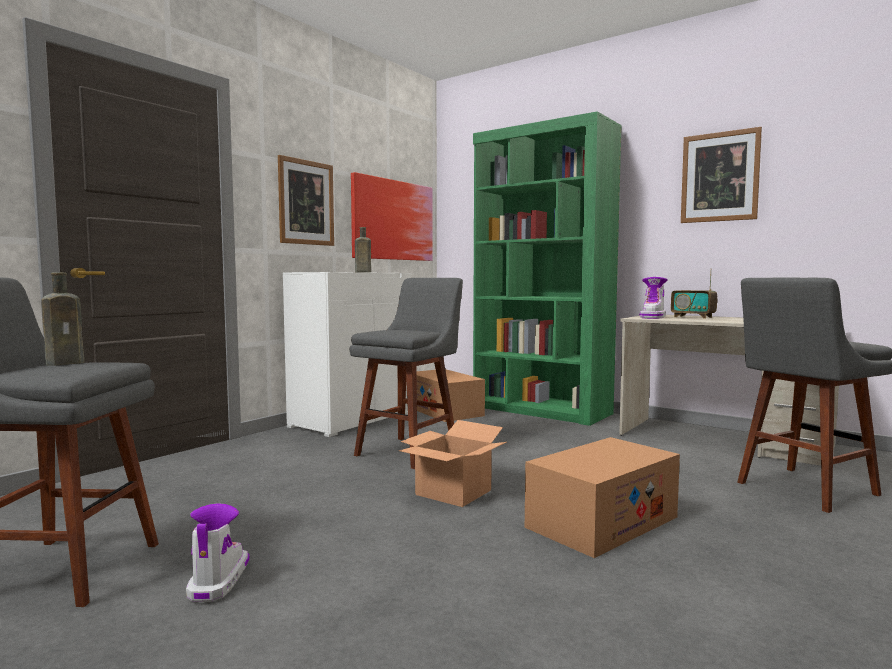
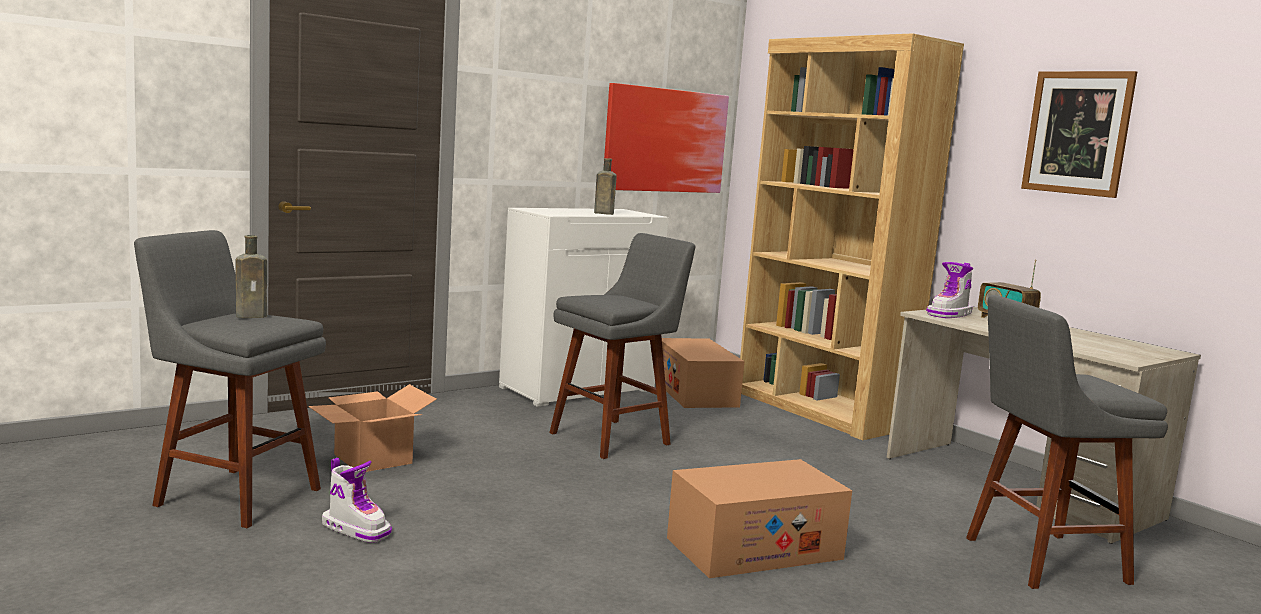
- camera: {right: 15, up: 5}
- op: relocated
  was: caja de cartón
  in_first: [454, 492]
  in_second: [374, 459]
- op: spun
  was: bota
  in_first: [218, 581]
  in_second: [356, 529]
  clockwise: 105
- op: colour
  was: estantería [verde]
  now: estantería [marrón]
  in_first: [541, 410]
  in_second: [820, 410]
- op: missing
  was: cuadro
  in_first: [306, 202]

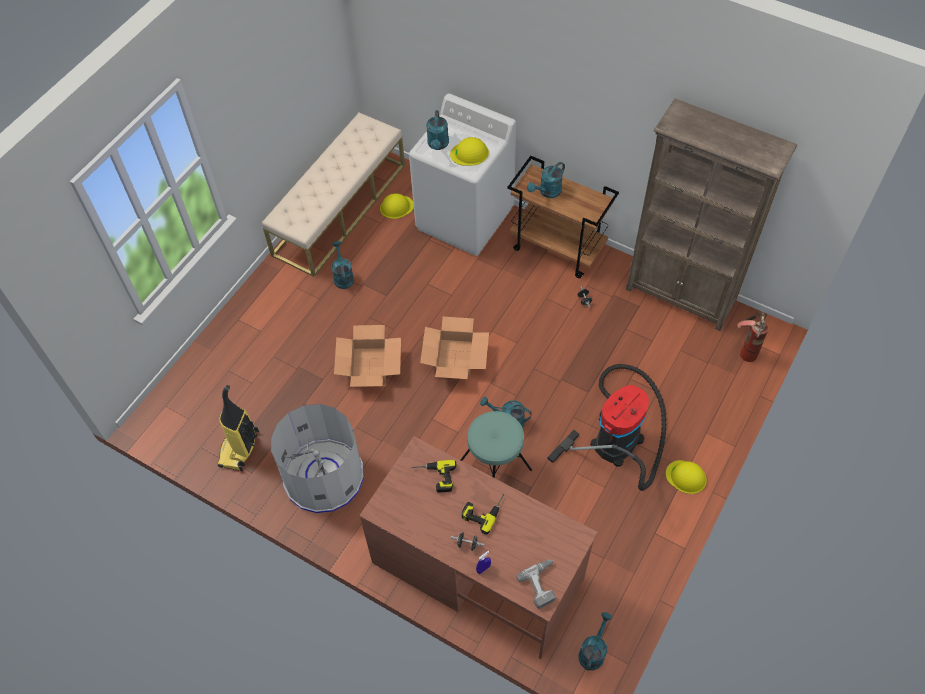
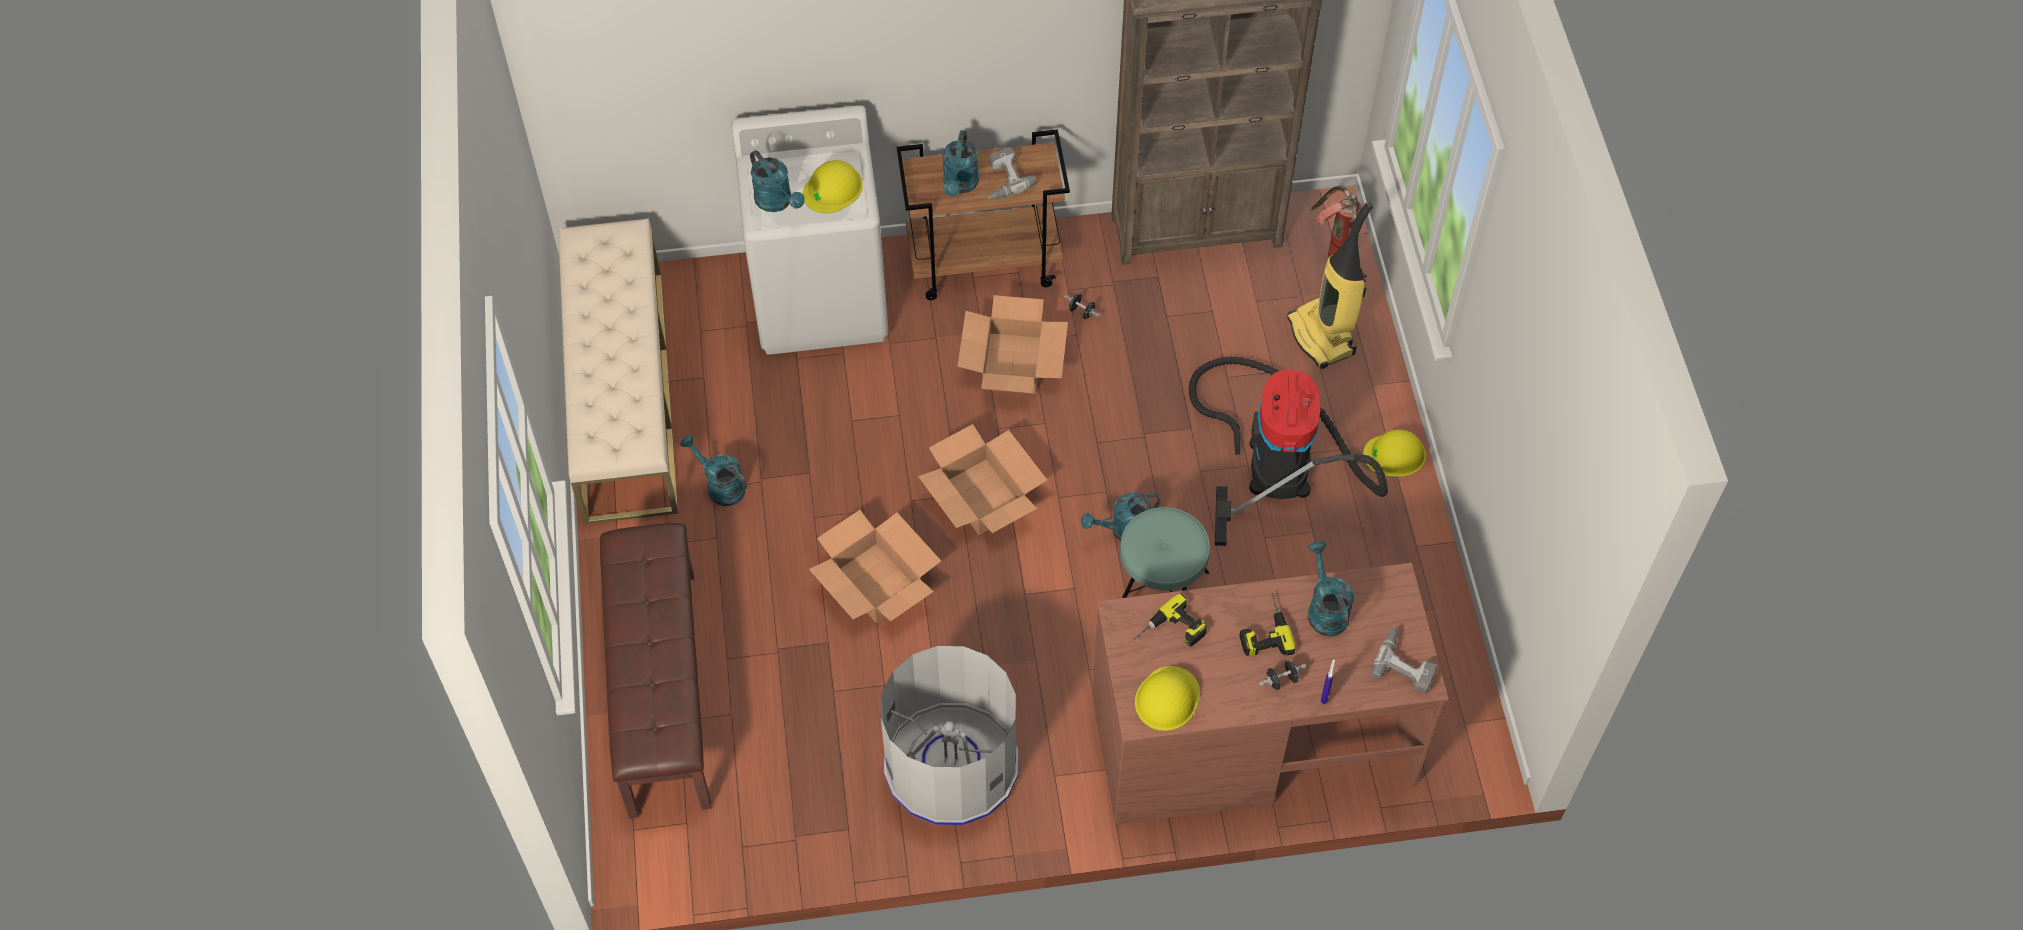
- camera: {right: -40, up: 0}
- op: appeared
  now: banco [marrón]
  in_second: [661, 691]
- op: appeared
  now: caja de cartón
  in_second: [1012, 363]
- op: appeared
  now: taladro
  in_second: [1003, 179]
- op: relocated
  was: casco [amarillo]
  in_first: [396, 207]
  in_second: [1167, 699]
- op: relocated
  was: aspiradora
  in_first: [240, 449]
  in_second: [1322, 336]
- op: relocated
  was: regadera [turquesa]
  in_first: [593, 651]
  in_second: [1324, 609]

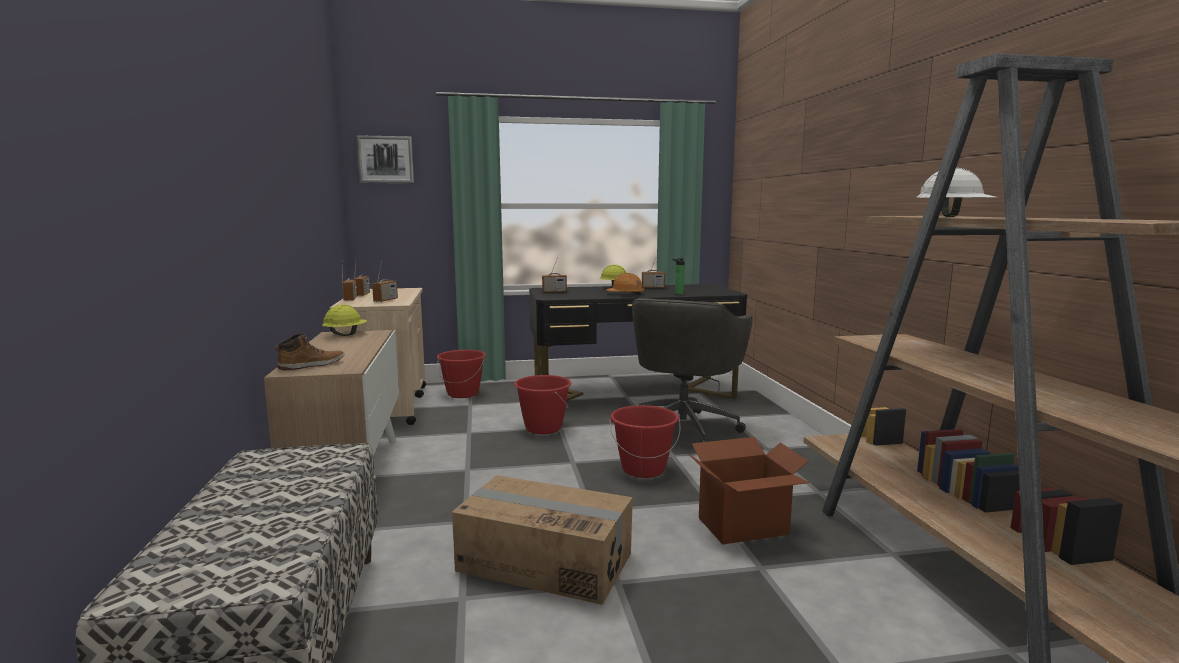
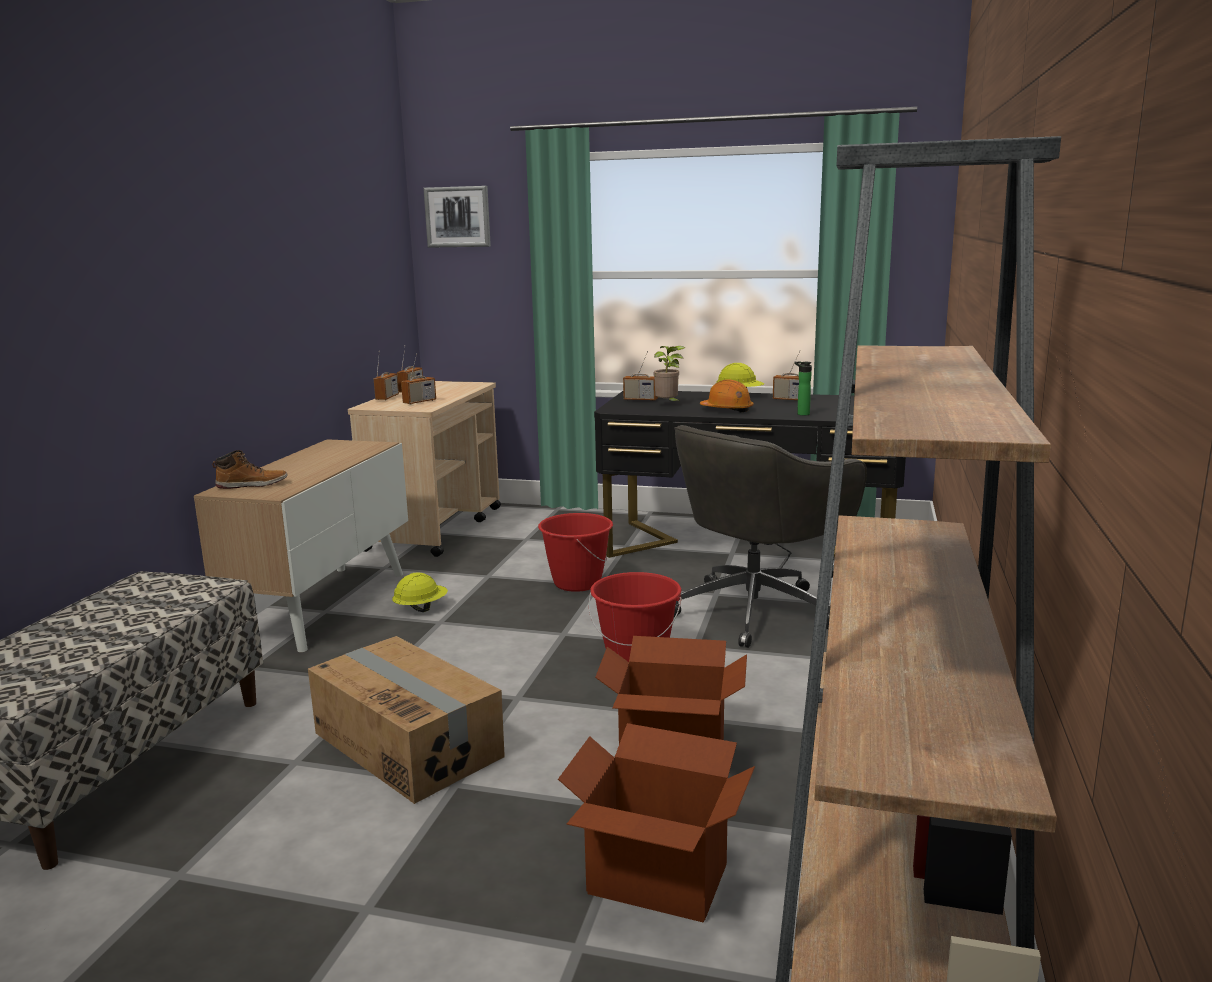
- camera: {right: 25, up: 5}
- op: relocated
  was: casco [amarillo]
  in_first: [345, 335]
  in_second: [421, 608]
- op: appeared
  now: caja de cartón
  in_second: [657, 881]
- op: appeared
  now: planta en maceta
  in_second: [668, 405]
- op: missing
  was: cubo [rojo]
  in_first: [463, 394]
- op: missing
  was: casco [blanco]
  in_first: [954, 216]

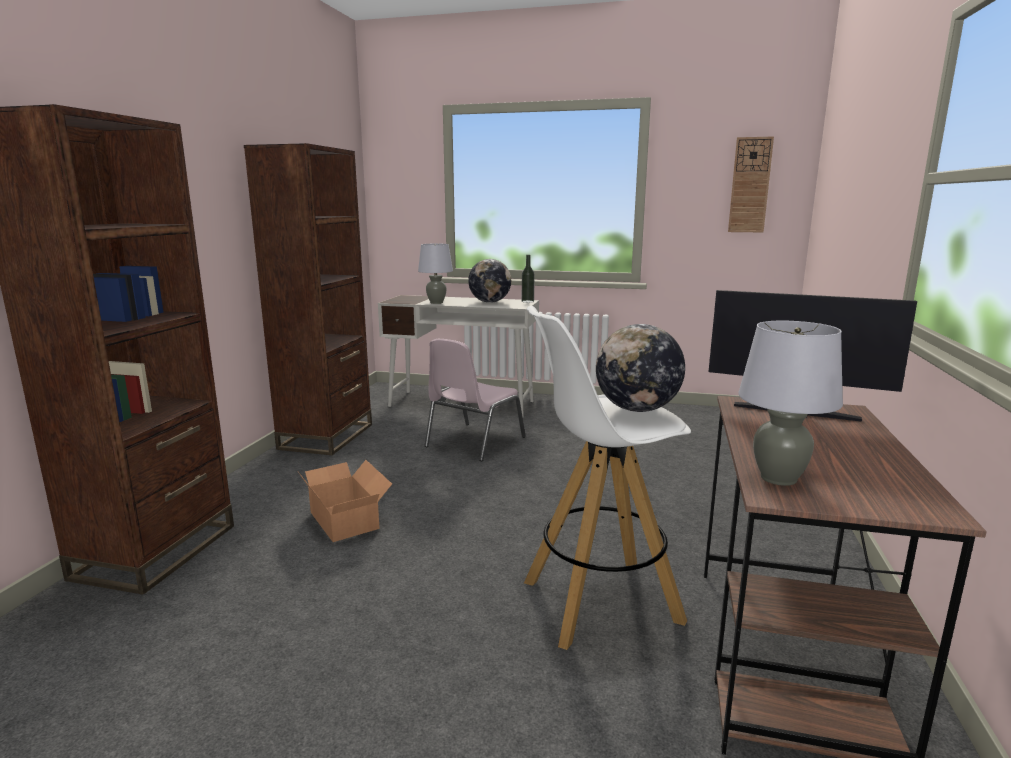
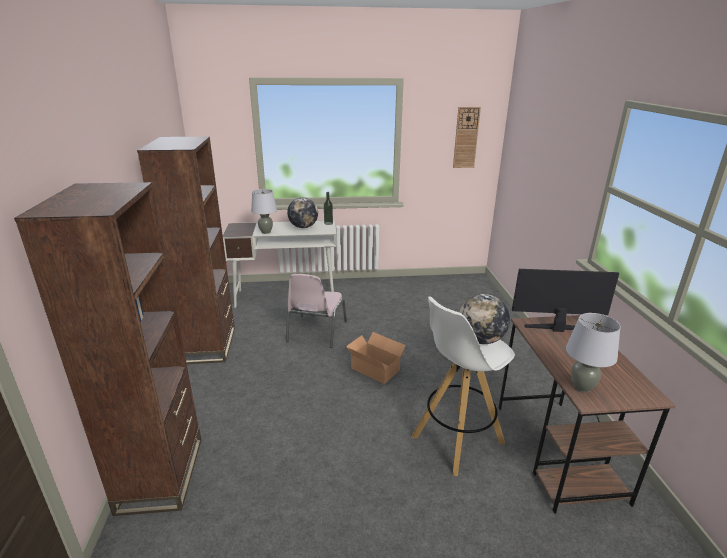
- camera: {right: -20, up: 10}
- op: relocated
  was: caja de cartón
  in_first: [346, 518]
  in_second: [375, 368]

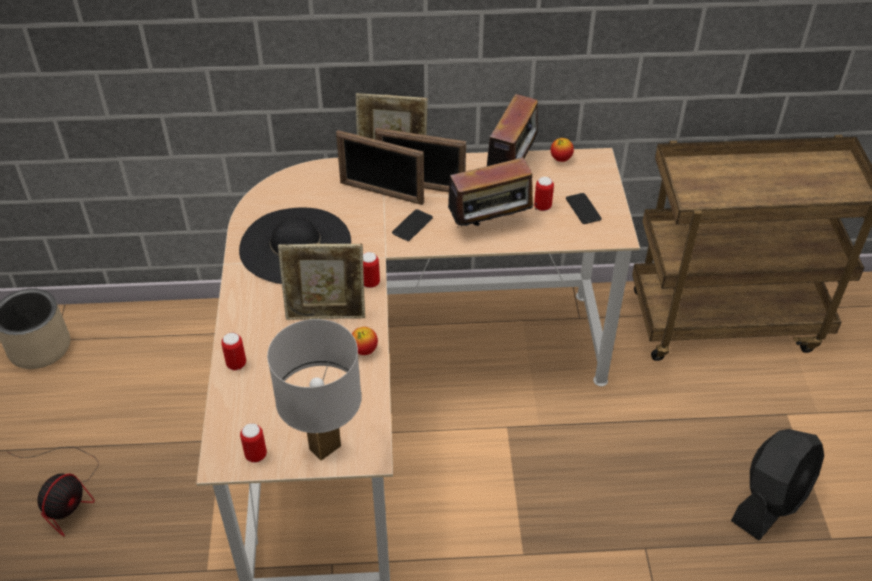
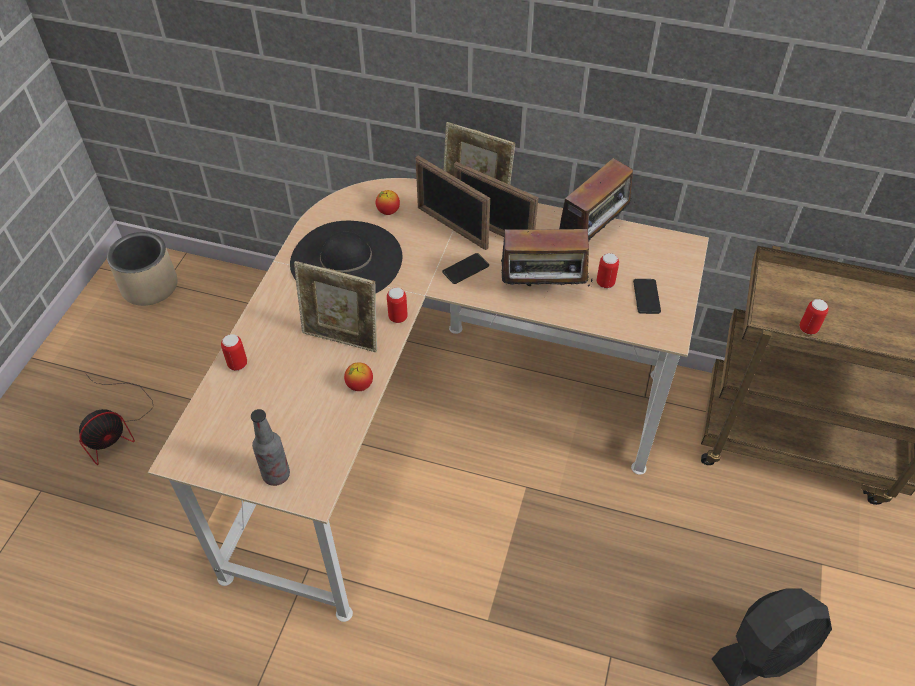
- camera: {right: 20, up: 5}
- op: exchanged
  was: lámpara de mesa [blanco]
  now: botella
  in_first: [325, 448]
  in_second: [276, 475]
- op: relocated
  was: manzana
  in_first: [560, 159]
  in_second: [388, 211]
- op: relocated
  was: lata
  in_first: [256, 455]
  in_second: [808, 329]

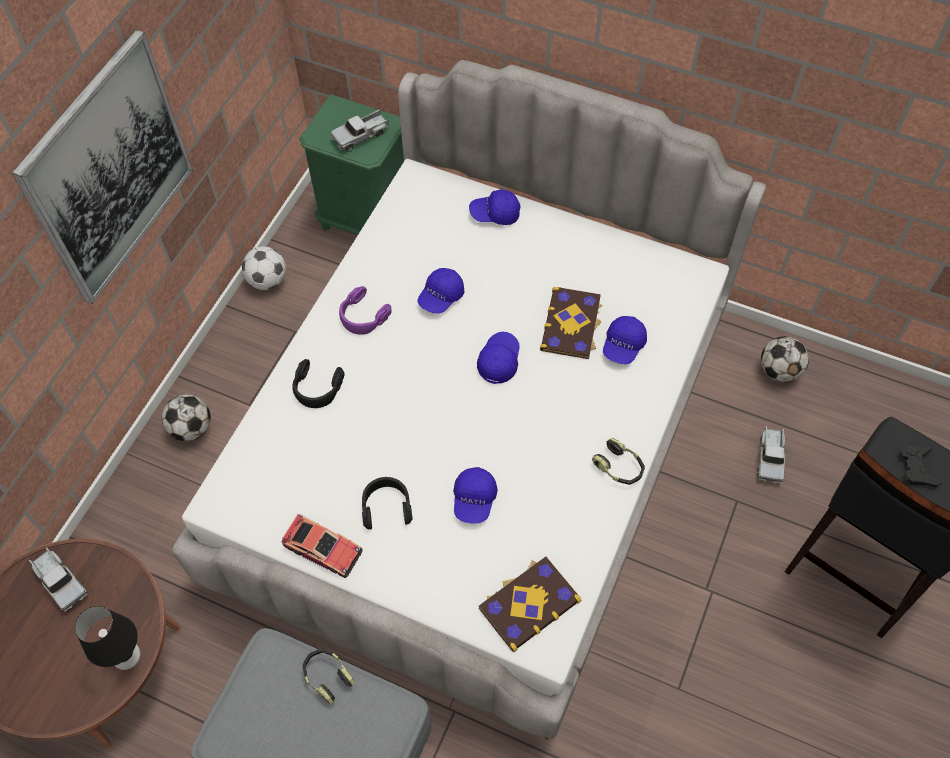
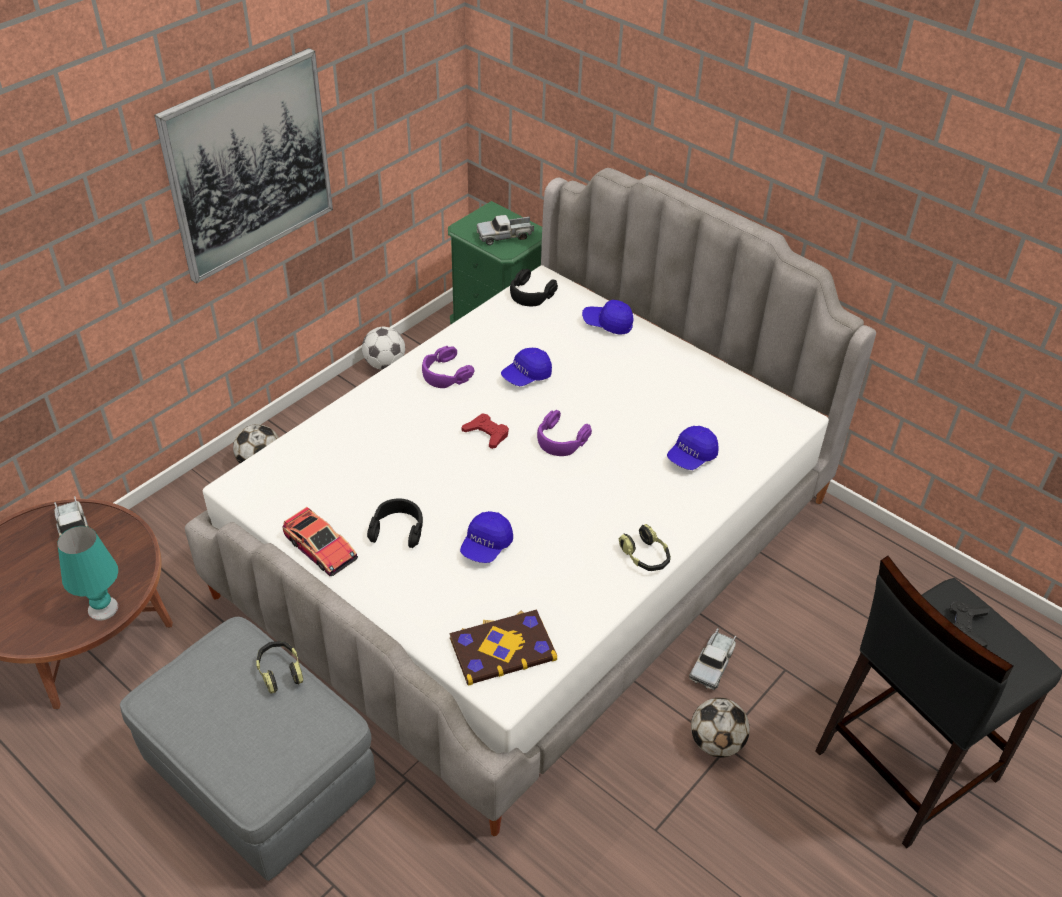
- camera: {right: 15, up: -15}
- op: colour
  was: lámpara de mesa [negro]
  now: lámpara de mesa [turquesa]
  in_first: [126, 655]
  in_second: [103, 608]
- op: appeared
  now: mando de consola [rojo]
  in_second: [486, 434]
- op: relocated
  was: auriculares [negro]
  in_first: [317, 388]
  in_second: [530, 294]
- op: exchanged
  was: gorra [azul]
  now: auriculares [morado]
  in_first: [499, 361]
  in_second: [560, 439]
- op: relocated
  was: camión de juguete
  in_first: [770, 458]
  in_second: [713, 664]
- op: relocated
  was: balón de fútbol
  in_first: [779, 371]
  in_second: [716, 742]
- op: missing
  was: libro
  in_first: [572, 324]

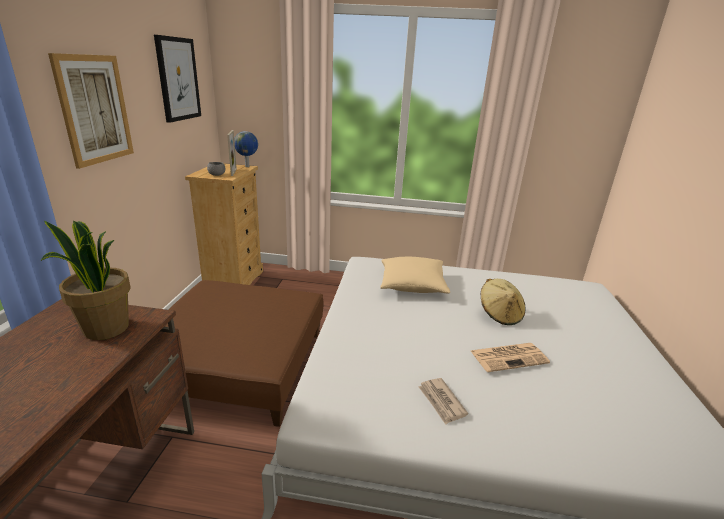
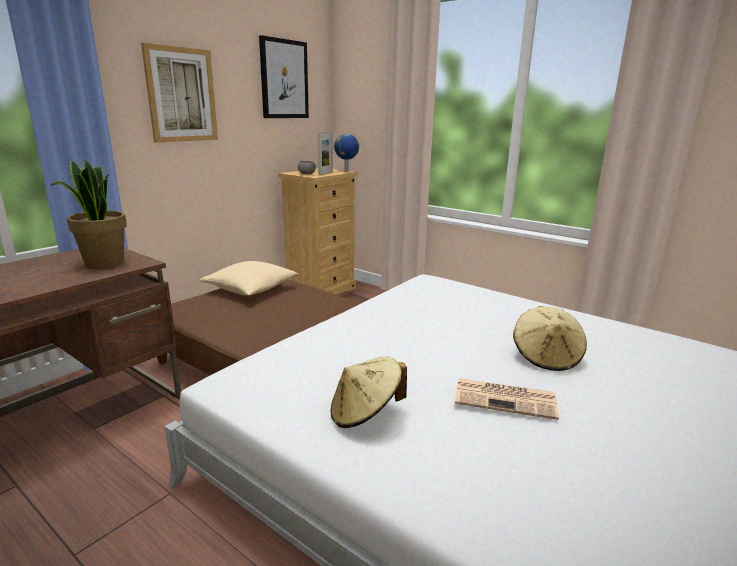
- camera: {right: 30, up: -5}
- op: relocated
  was: cojín [beis]
  in_first: [412, 285]
  in_second: [251, 289]
- op: exchanged
  was: periódico
  now: sombrero [beis]
  in_first: [441, 402]
  in_second: [365, 413]

